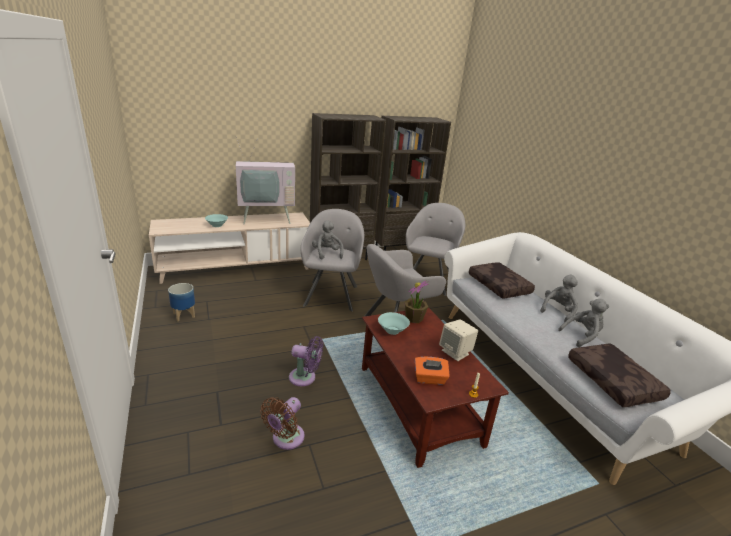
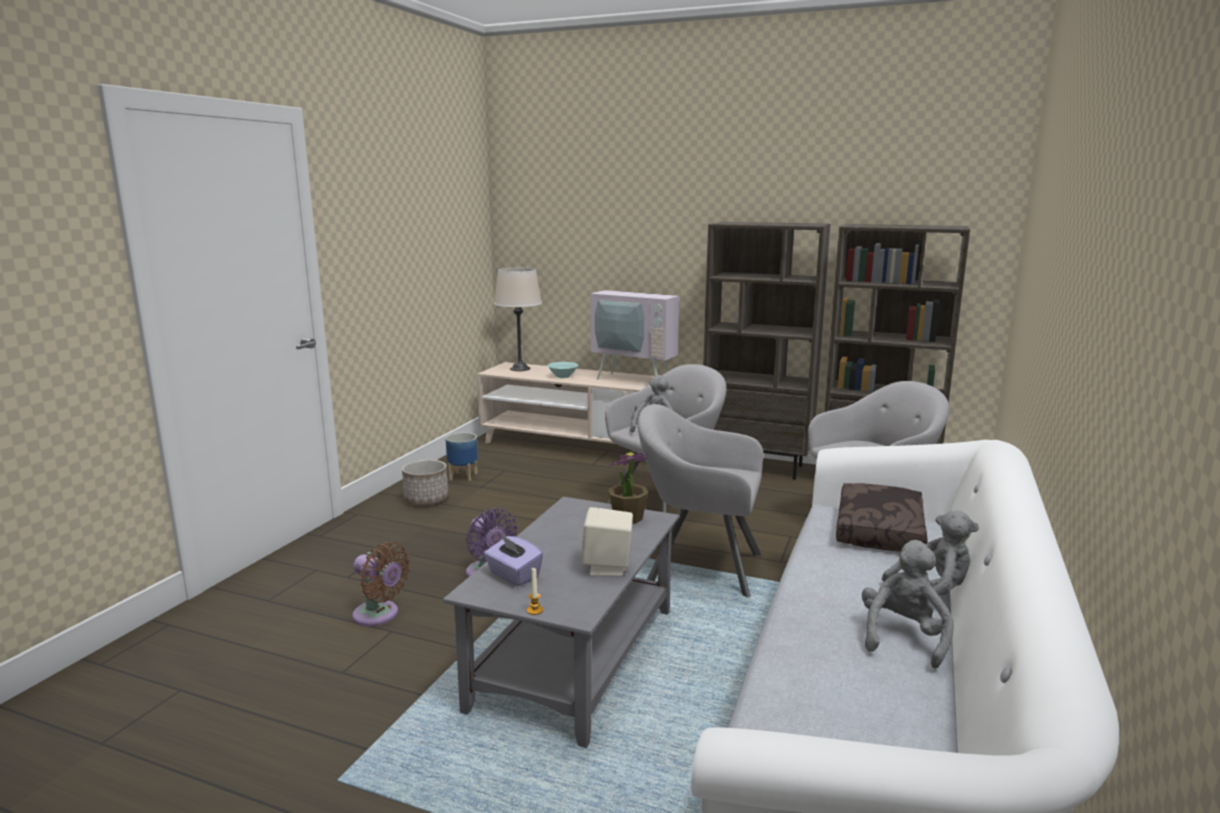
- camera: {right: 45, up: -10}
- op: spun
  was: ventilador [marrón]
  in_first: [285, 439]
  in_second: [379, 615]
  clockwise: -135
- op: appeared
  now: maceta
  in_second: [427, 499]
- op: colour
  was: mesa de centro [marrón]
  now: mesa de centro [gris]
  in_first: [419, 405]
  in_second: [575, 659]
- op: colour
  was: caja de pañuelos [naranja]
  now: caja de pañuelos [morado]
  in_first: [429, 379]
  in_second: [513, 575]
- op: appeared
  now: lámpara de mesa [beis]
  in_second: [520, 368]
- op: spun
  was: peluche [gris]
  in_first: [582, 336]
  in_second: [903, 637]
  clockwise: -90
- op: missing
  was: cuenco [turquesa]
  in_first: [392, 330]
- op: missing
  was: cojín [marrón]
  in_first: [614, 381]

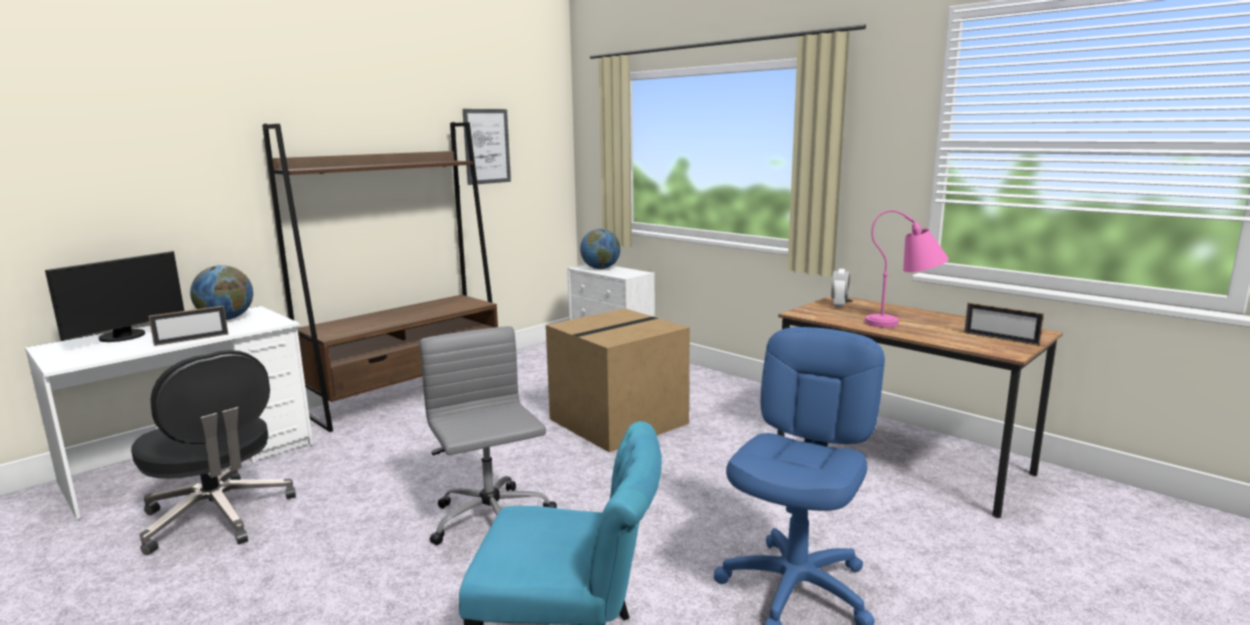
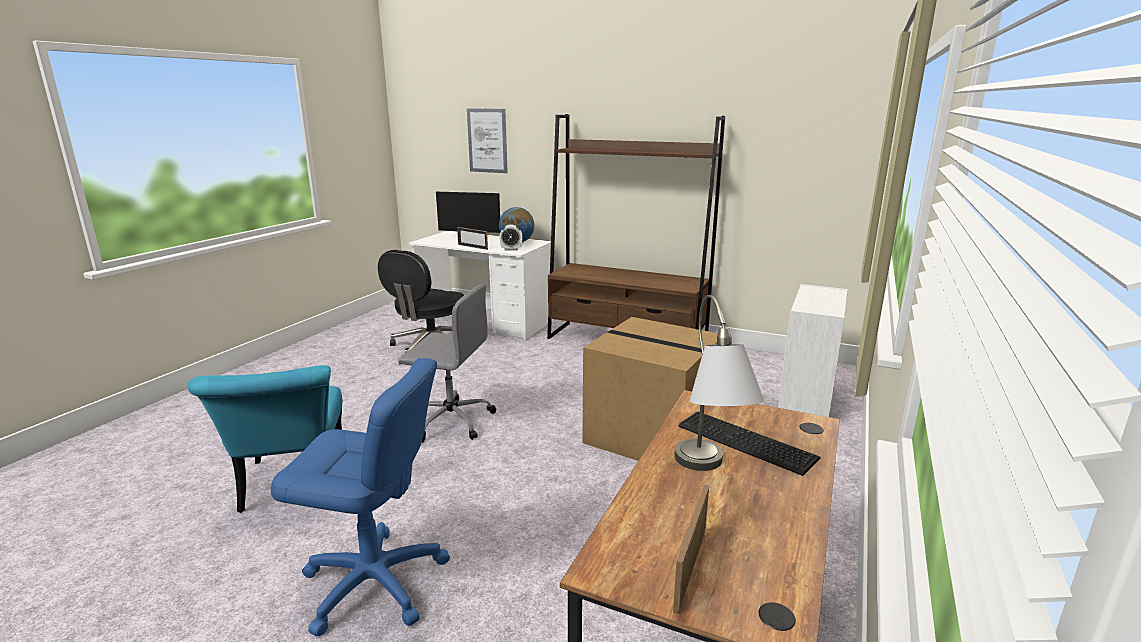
- camera: {right: 70, up: 5}
- op: spun
  was: silla de oficina [gris]
  in_first: [491, 520]
  in_second: [450, 421]
  clockwise: 60
- op: relocated
  was: cuadro
  in_first: [487, 146]
  in_second: [487, 140]
- op: relocated
  was: despertador
  in_first: [839, 304]
  in_second: [511, 249]
- op: colour
  was: lámpara de mesa [rosa]
  now: lámpara de mesa [gris]
  in_first: [904, 324]
  in_second: [708, 476]
- op: appeared
  now: teclado
  in_second: [746, 443]
- op: missing
  was: globo terráqueo
  in_first: [600, 268]

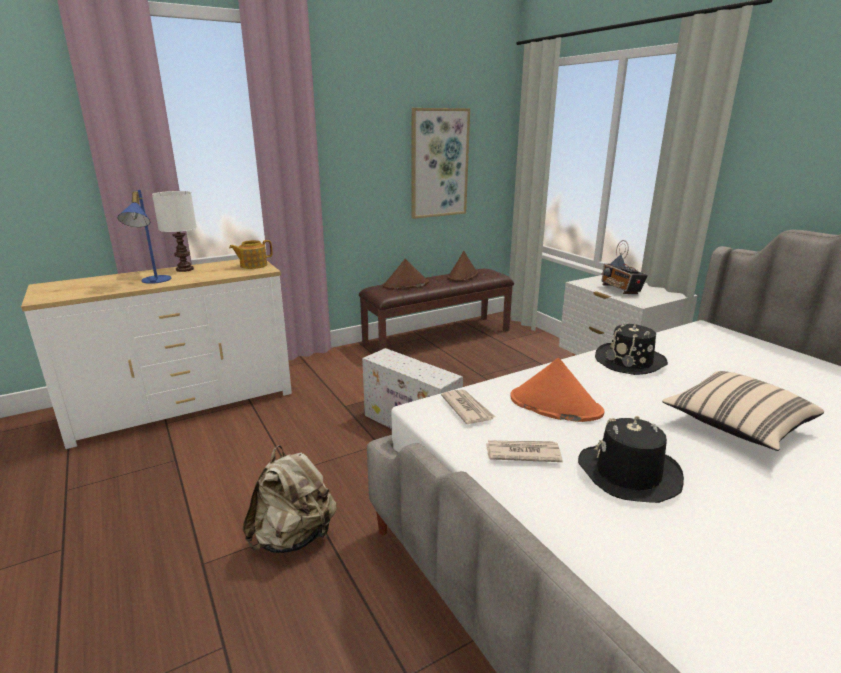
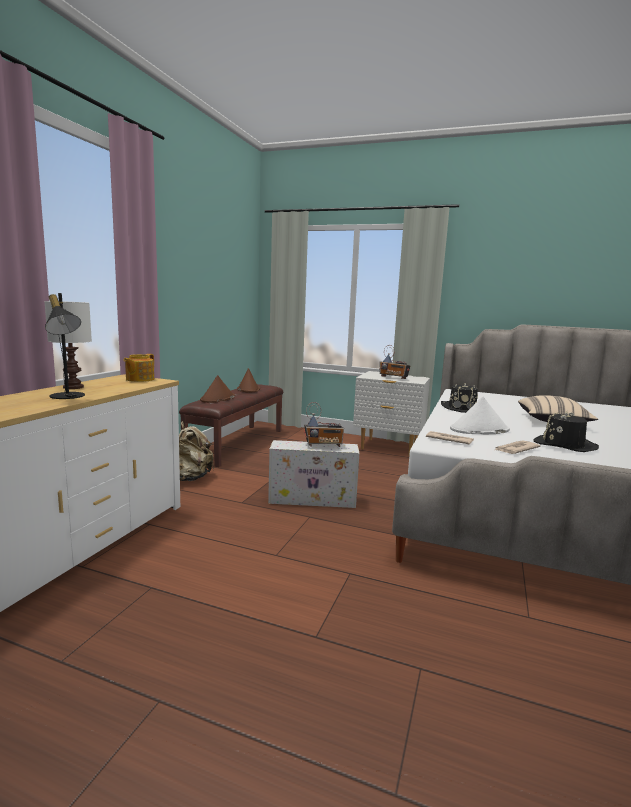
- camera: {right: -40, up: -10}
- op: colour
  was: lámpara de mesa [azul]
  now: lámpara de mesa [negro]
  in_first: [152, 281]
  in_second: [67, 397]
- op: relocated
  was: mochila [beis]
  in_first: [294, 537]
  in_second: [190, 478]
- op: appeared
  now: radio
  in_second: [323, 445]
- op: colour
  was: sombrero [naranja]
  now: sombrero [blanco]
  in_first: [554, 405]
  in_second: [479, 430]
- op: missing
  was: cuadro
  in_first: [439, 163]

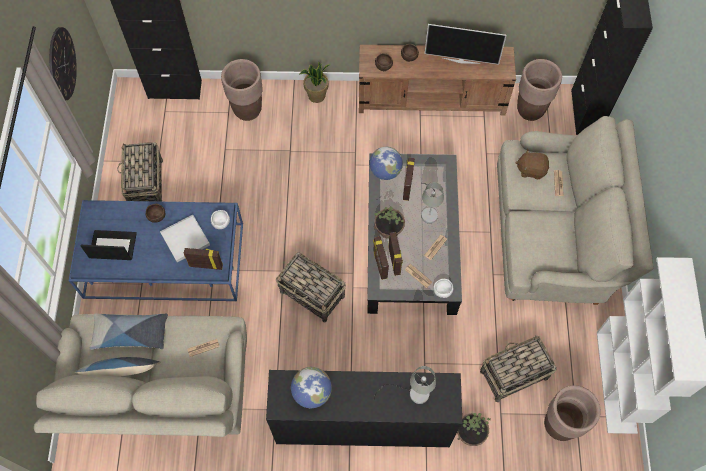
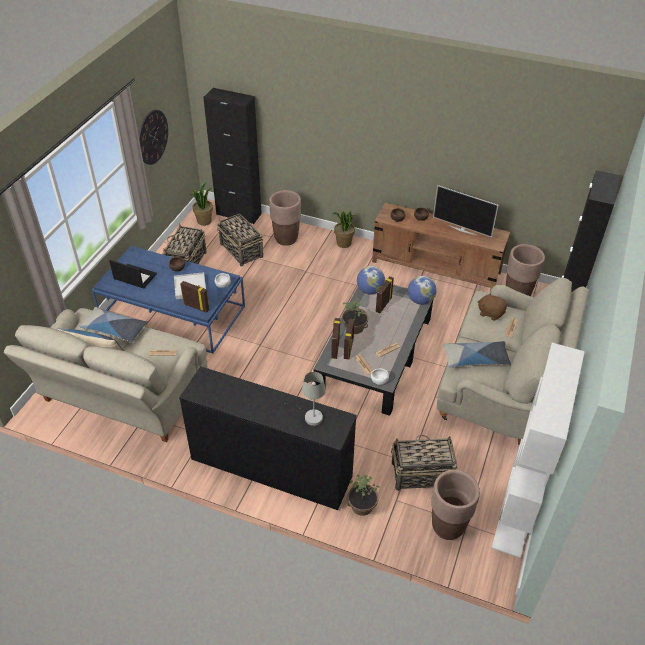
- camera: {right: 20, up: -20}
- op: appeared
  now: planta en maceta
  in_second: [204, 221]
- op: relocated
  was: cesta
  in_first: [312, 294]
  in_second: [241, 251]
- op: relocated
  was: globo terráqueo
  in_first: [312, 392]
  in_second: [420, 300]
- op: appeared
  now: cojín
  in_second: [475, 359]
- op: missing
  was: lámpara de mesa [gris]
  in_first: [429, 211]

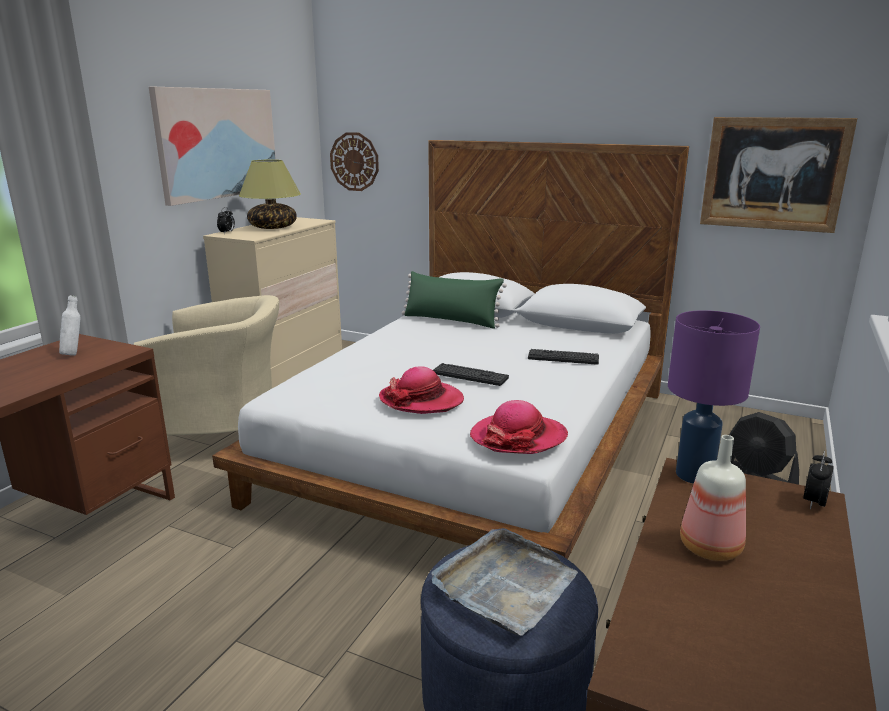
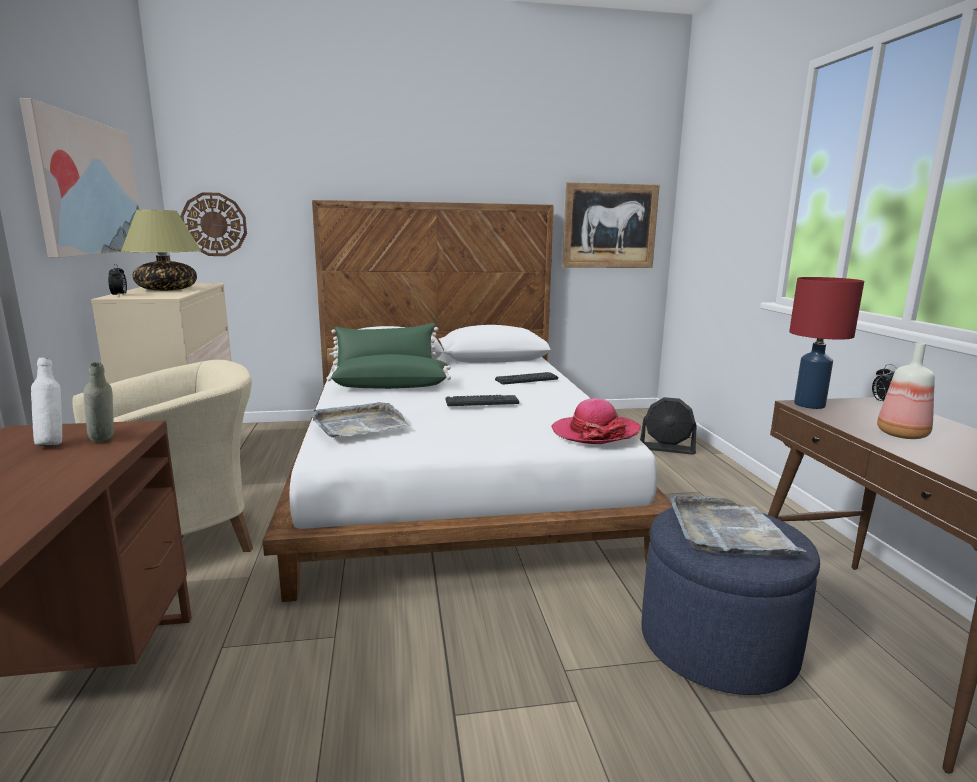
- camera: {right: -35, up: -5}
- op: appeared
  now: botella [gris]
  in_second: [105, 442]
- op: appeared
  now: bandeja [gris]
  in_second: [358, 424]
- op: appeared
  now: cojín [verde]
  in_second: [392, 386]
- op: colour
  was: lámpara de mesa [morado]
  now: lámpara de mesa [rojo]
  in_first: [693, 475]
  in_second: [809, 405]
- op: missing
  was: sombrero
  in_first: [421, 400]

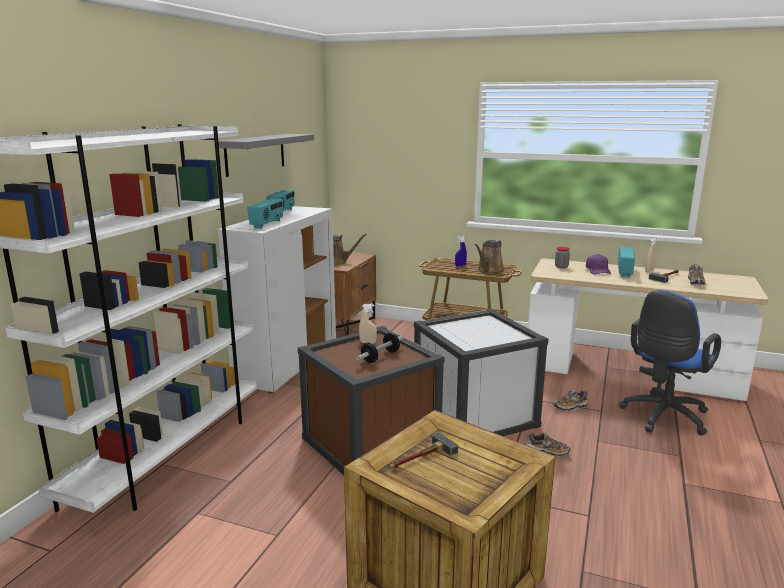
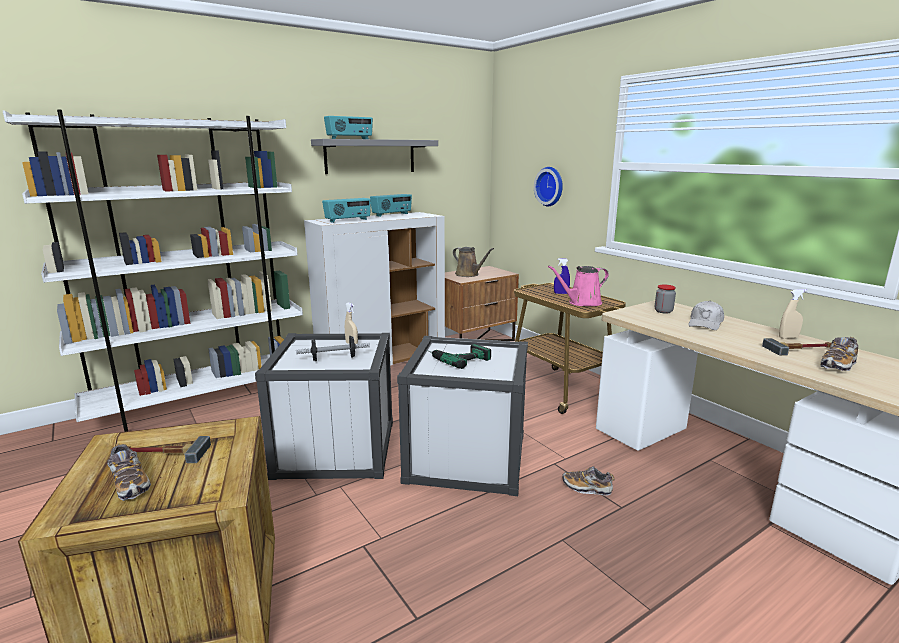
- camera: {right: 35, up: 0}
- op: relocated
  was: zapato
  in_first: [547, 451]
  in_second: [130, 484]
- op: colour
  was: caja de almacenaje [marrón]
  now: caja de almacenaje [blanco]
  in_first: [371, 444]
  in_second: [336, 449]
- op: relocated
  was: radio
  in_first: [625, 272]
  in_second: [350, 139]
- op: appeared
  now: taladro
  in_second: [456, 358]
- op: appeared
  now: reloj de pared
  in_second: [550, 186]
- op: colour
  was: regadera [marrón]
  now: regadera [rosa]
  in_first: [489, 270]
  in_second: [582, 303]
- op: colour
  was: gorra [morado]
  now: gorra [blanco]
  in_first: [597, 270]
  in_second: [705, 323]
- op: missing
  was: silla de oficina [azul]
  in_first: [662, 417]

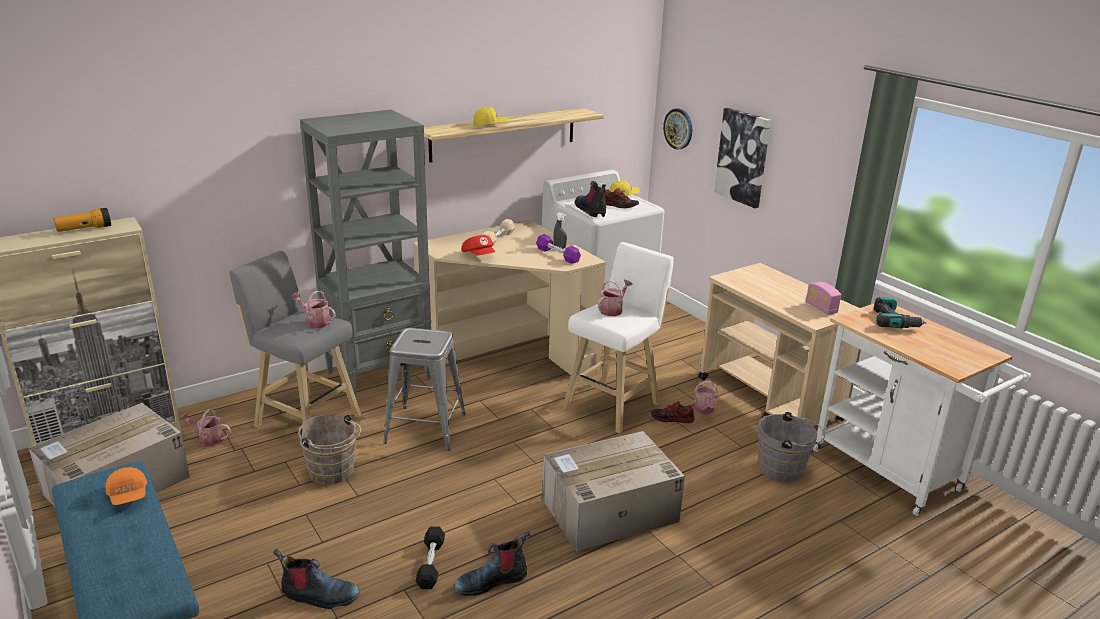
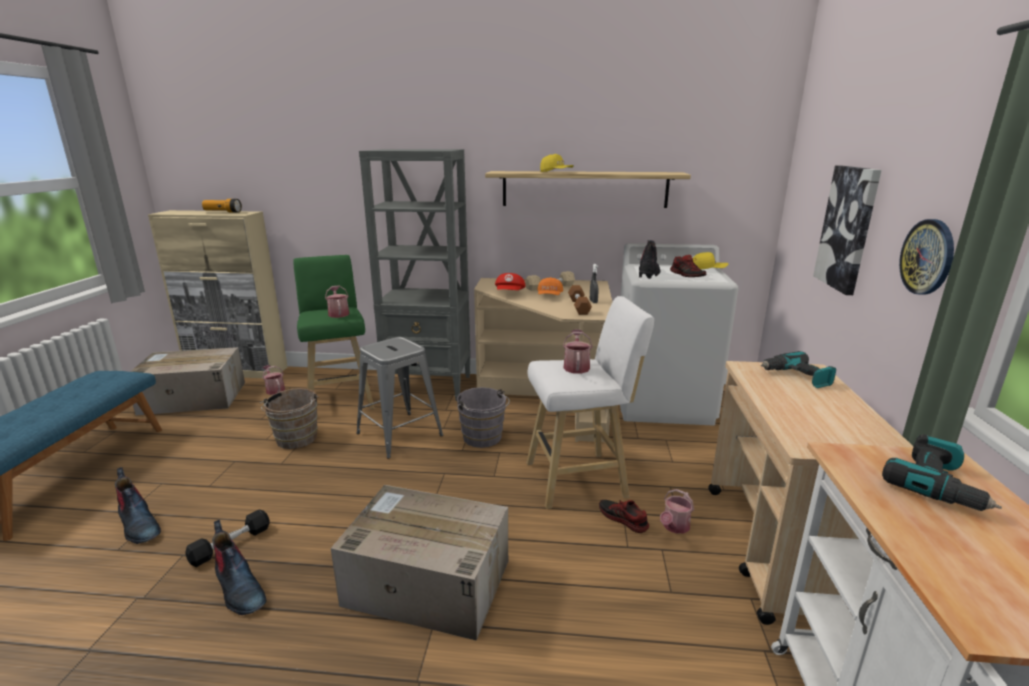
- camera: {right: 40, up: -5}
- op: spun
  was: bota
  in_first: [492, 581]
  in_second: [239, 589]
  clockwise: -150
- op: colour
  was: taburete [gris]
  now: taburete [verde]
  in_first: [305, 419]
  in_second: [340, 398]
- op: relocated
  was: cubo [gris]
  in_first: [784, 470]
  in_second: [483, 439]
- op: relocated
  was: gorra [naranja]
  in_first: [128, 495]
  in_second: [549, 296]
- op: spun
  was: regadera
  in_first: [613, 310]
  in_second: [576, 366]
  clockwise: -75
- op: colour
  was: mancuerna [morado]
  now: mancuerna [marrón]
  in_first: [557, 255]
  in_second: [579, 306]
- op: appeared
  now: taladro
  in_second: [797, 377]
- op: relocated
  was: reloj de pared
  in_first: [678, 128]
  in_second: [927, 257]
- op: missing
  was: radio
  in_first: [821, 308]

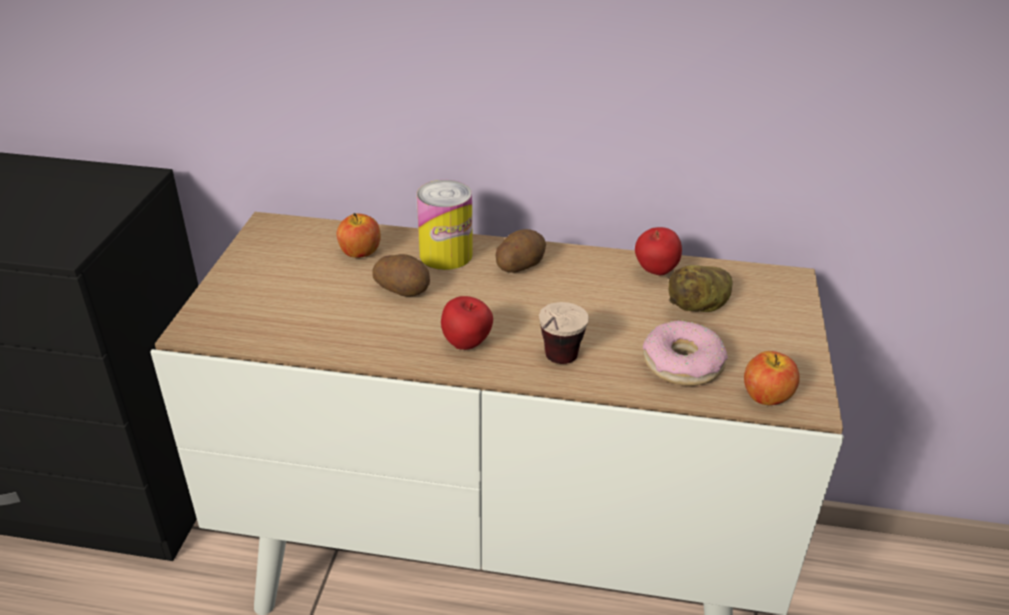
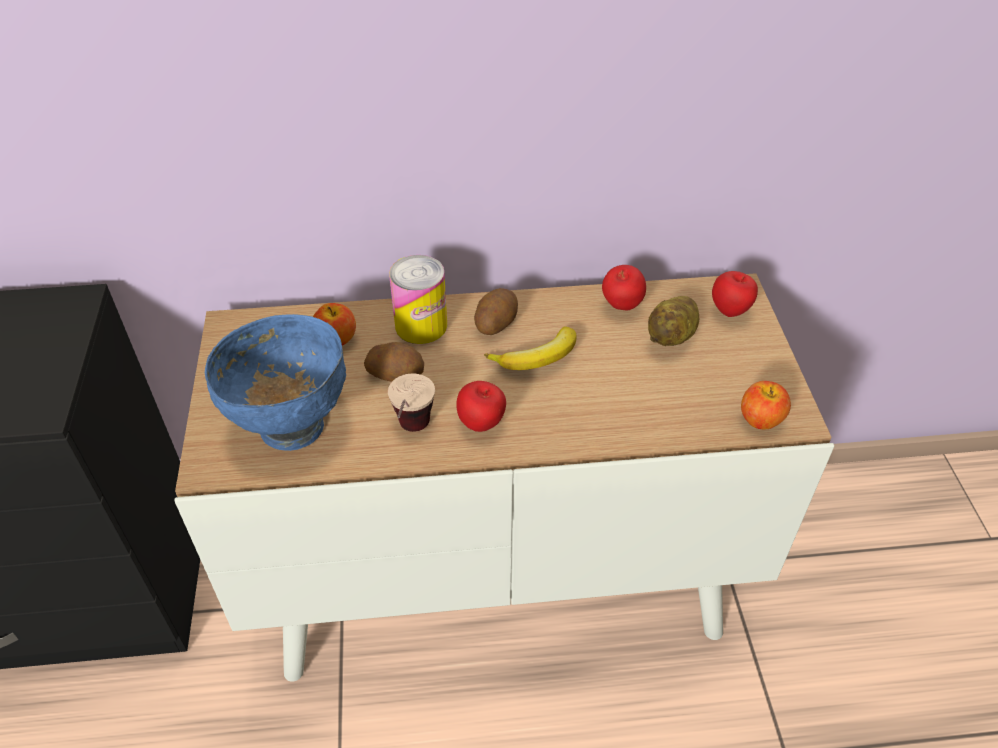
- camera: {right: -15, up: 10}
- op: appeared
  now: cuenco [azul]
  in_second: [291, 423]
- op: relocated
  was: taza
  in_first: [555, 366]
  in_second: [411, 435]
- op: appeared
  now: plátano
  in_second: [537, 358]
- op: appeared
  now: manzana
  in_second: [730, 311]
- op: missing
  was: rosquilla
  in_first: [683, 363]

